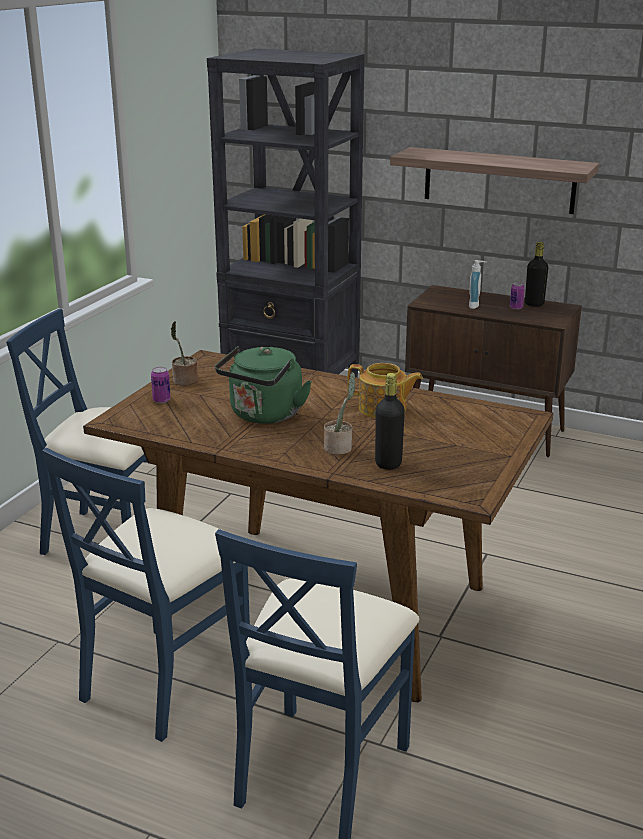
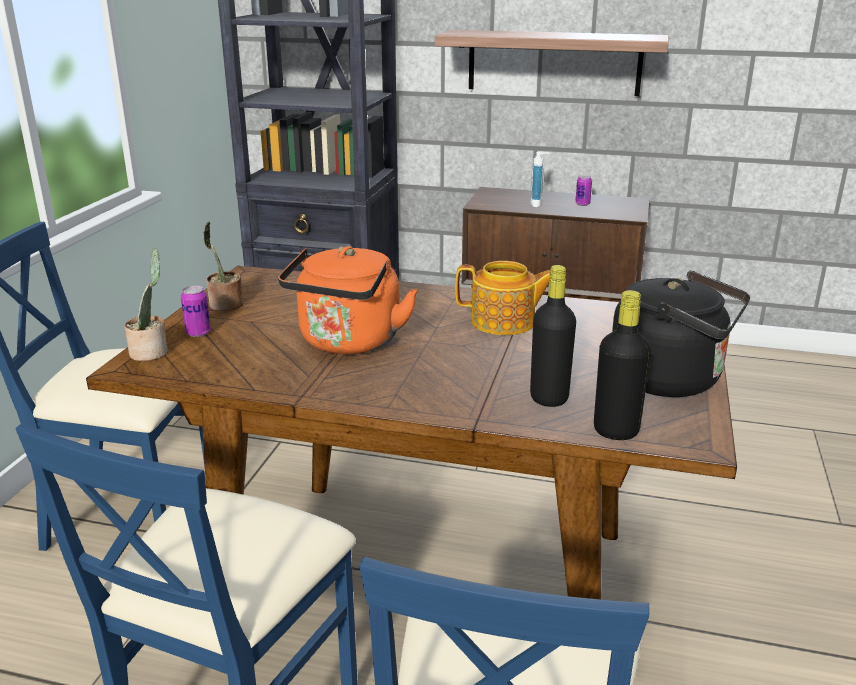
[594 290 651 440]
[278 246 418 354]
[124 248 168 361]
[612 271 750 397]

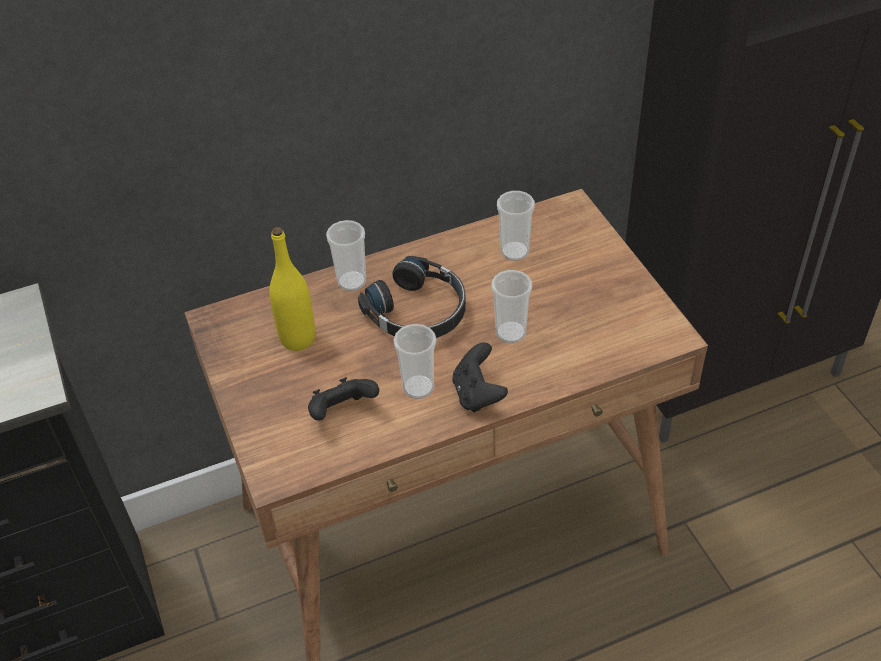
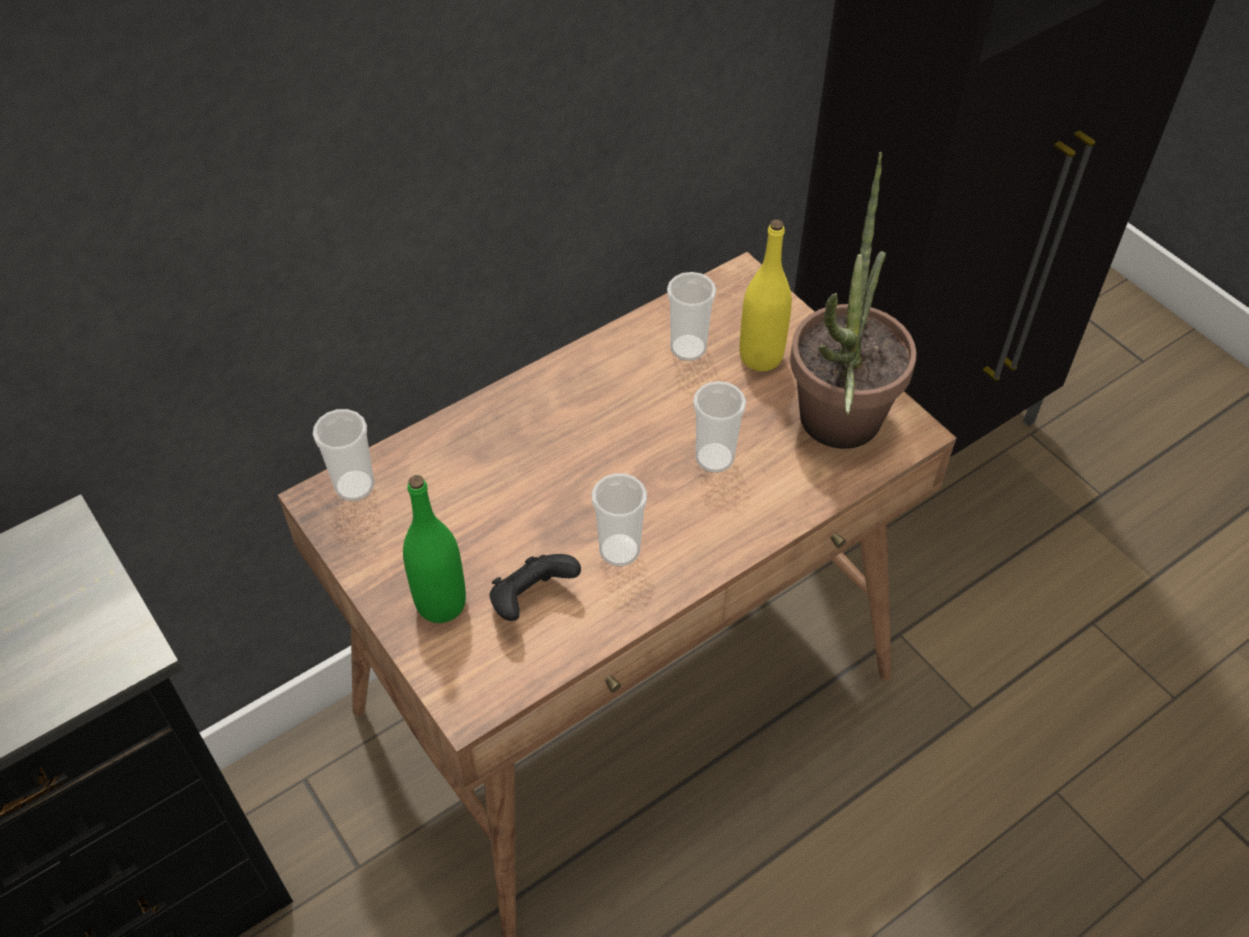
[313 409 374 501]
[740 219 792 371]
[358 256 466 338] (first image)
[452 342 508 412] (first image)
[790 152 917 449]
[403 475 466 623]

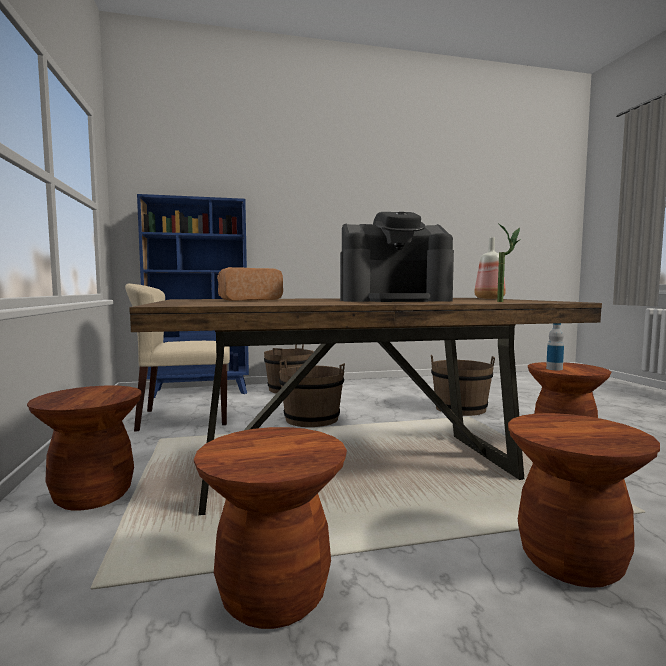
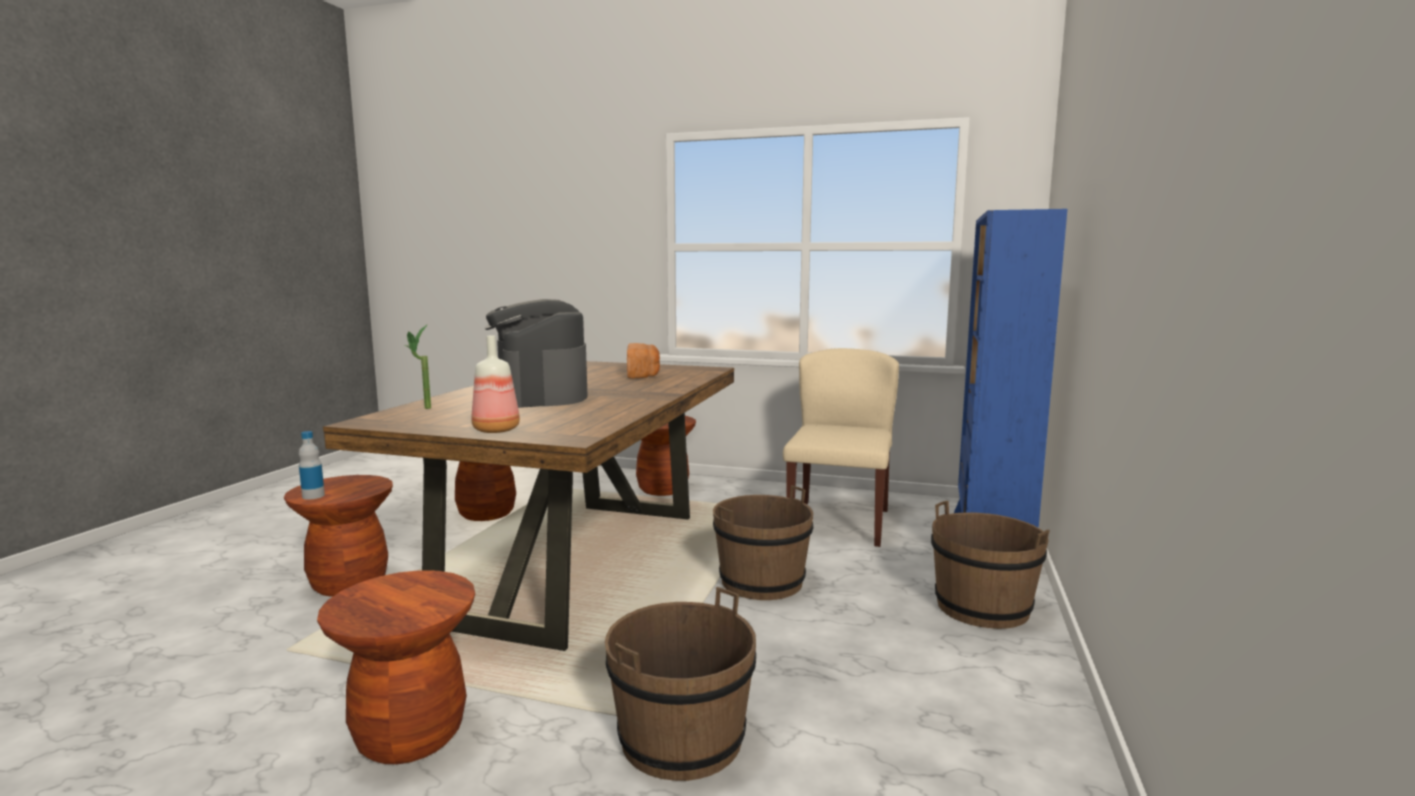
[485 299 588 408]
[299 431 325 500]

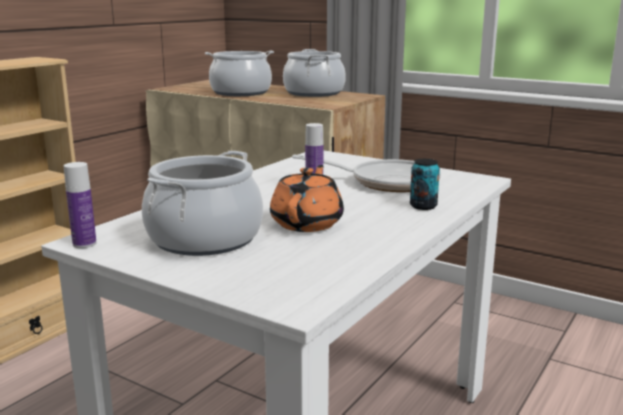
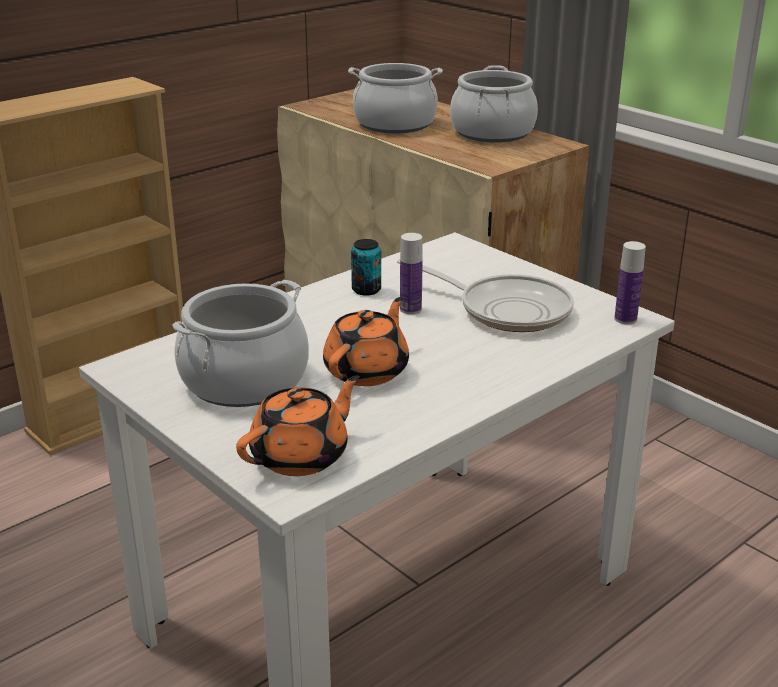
[351 239 381 296]
[614 241 646 324]
[236 375 360 476]

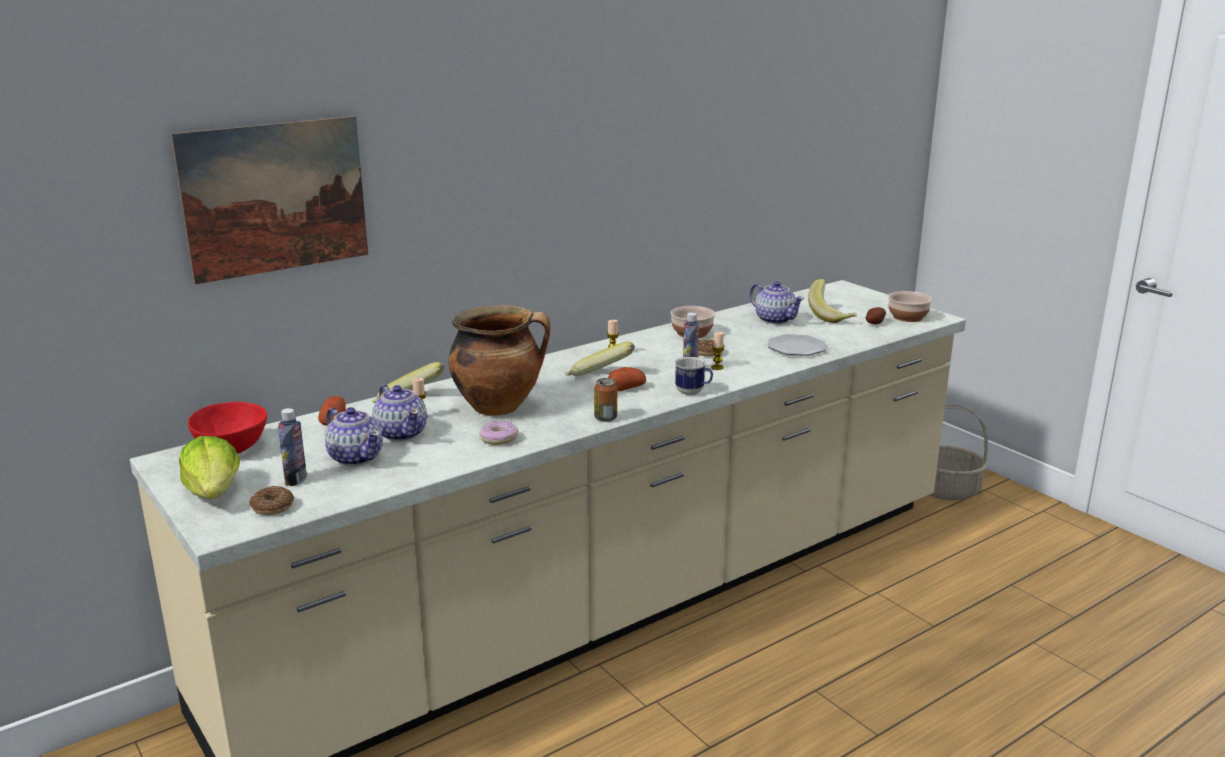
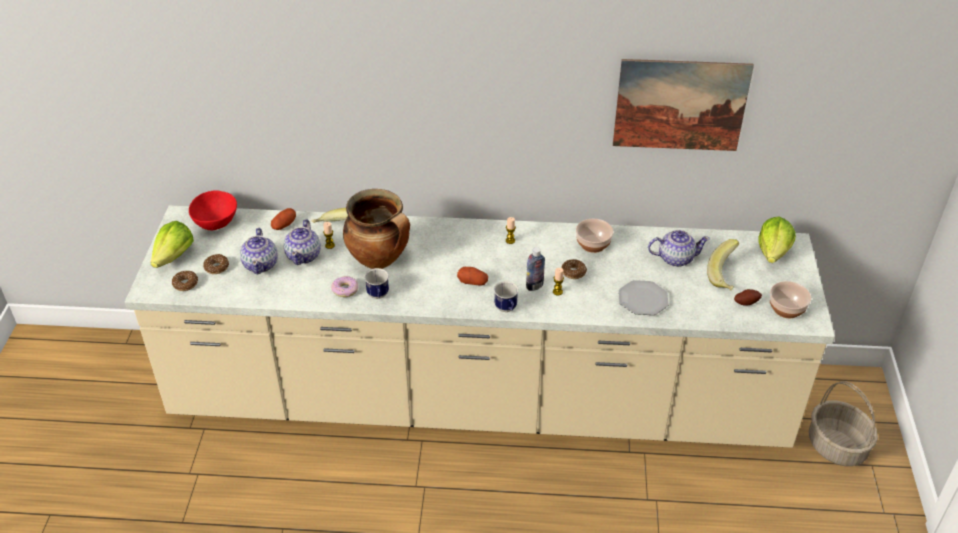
[613 59 754 151]
[648 230 710 267]
[565 342 635 376] (first image)
[594 378 618 422] (first image)
[203 254 229 274]
[758 217 796 263]
[364 268 389 299]

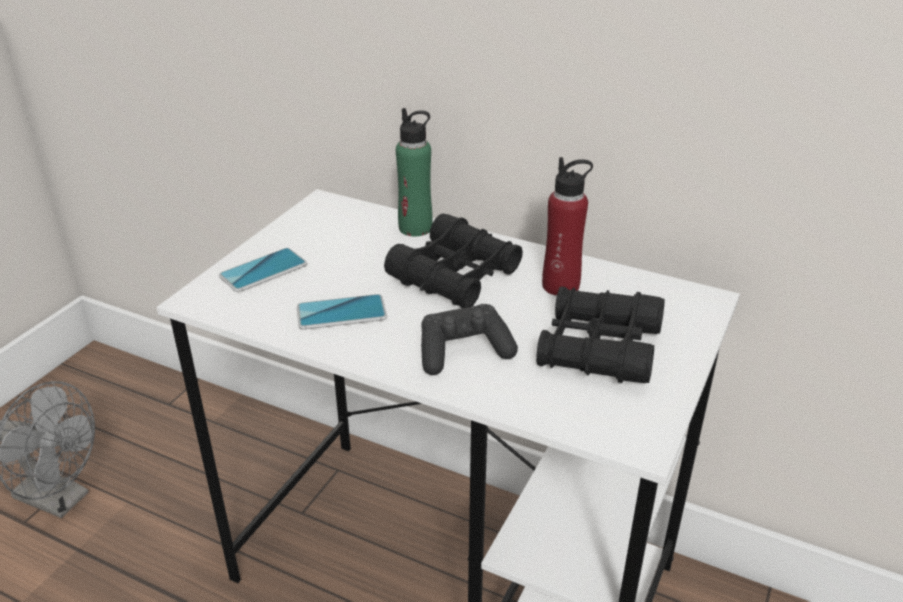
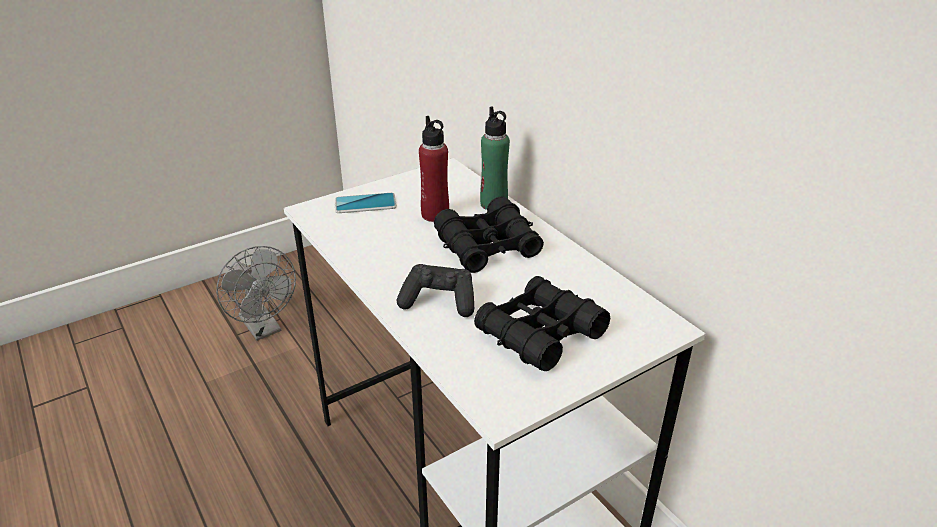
[419 116 449 222]
[297 294 387 330] (first image)

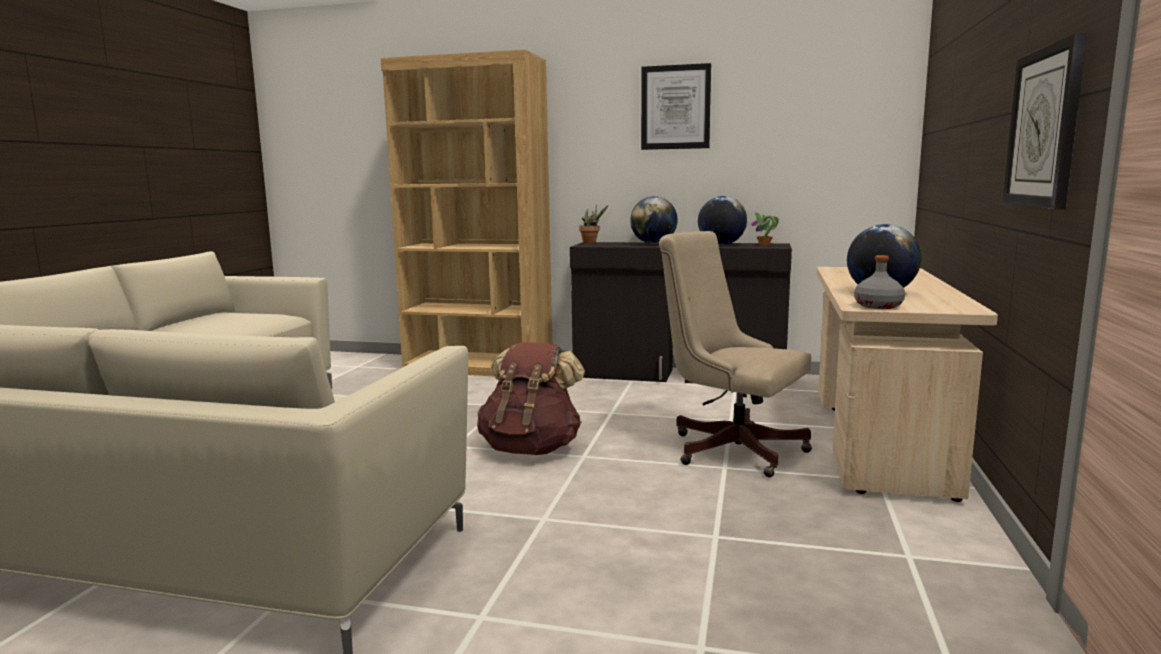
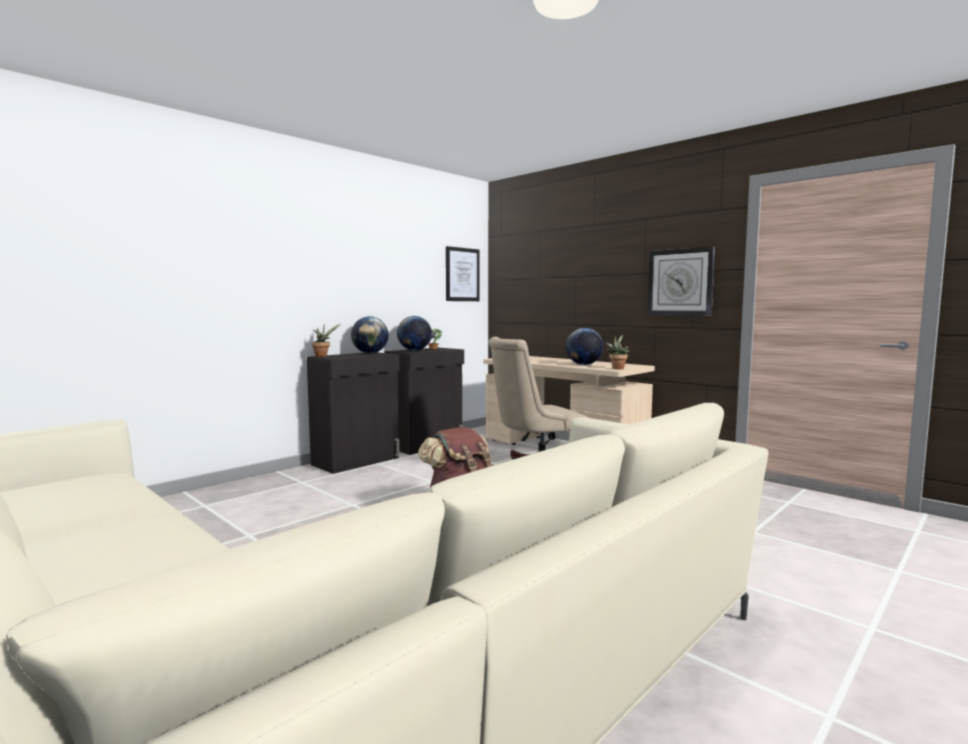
[381 49 552 376] (first image)
[446 246 480 301]
[605 335 630 370]

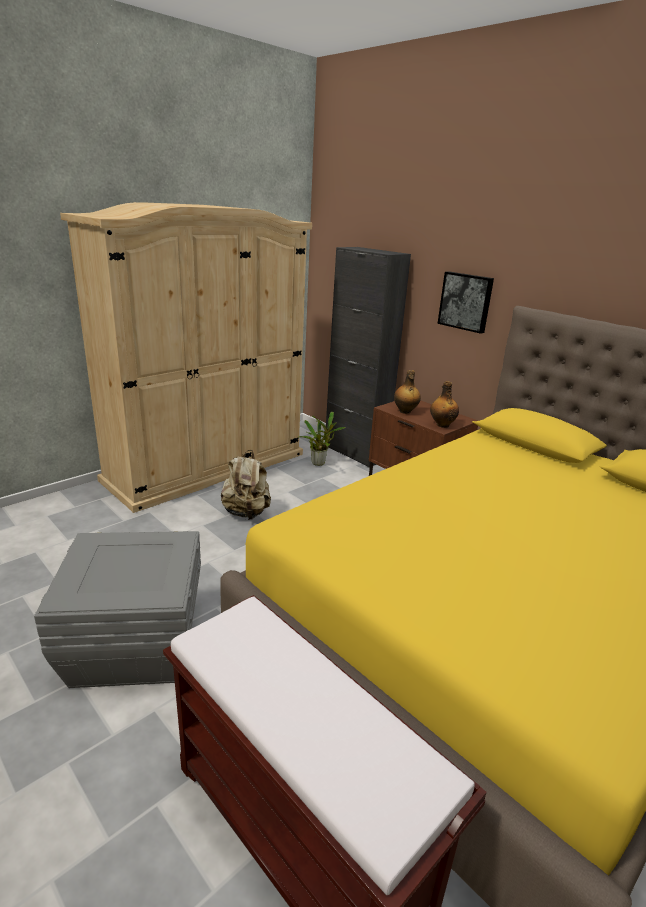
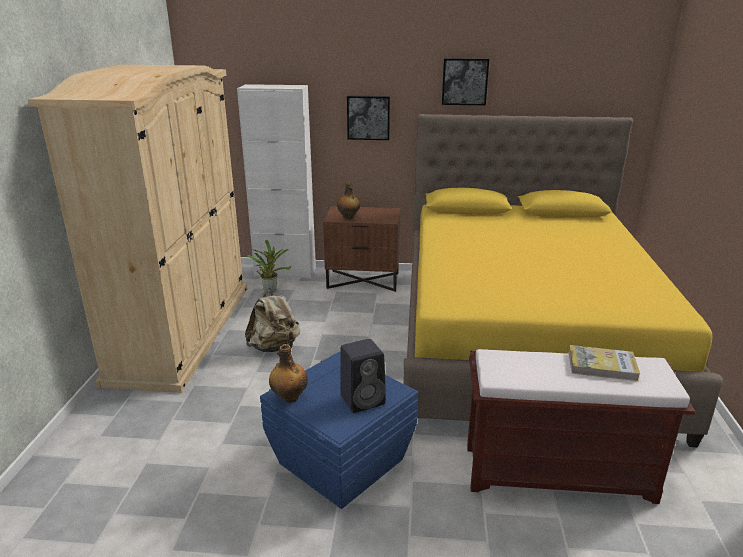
[237 84 316 278]
[269 344 308 403]
[260 352 418 509]
[442 58 489 105]
[340 339 386 413]
[569 345 640 381]

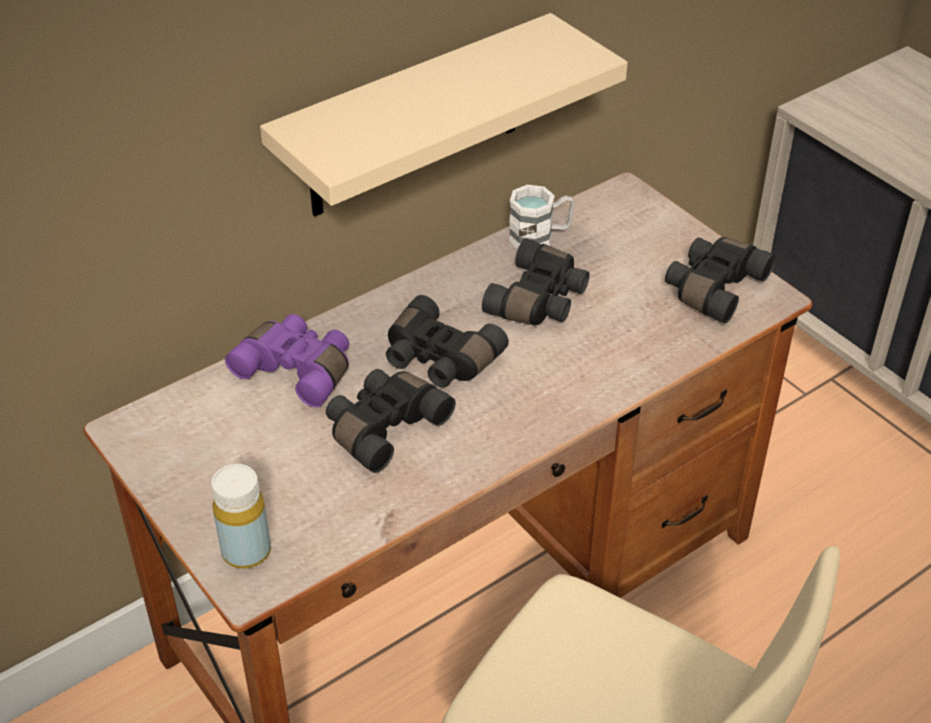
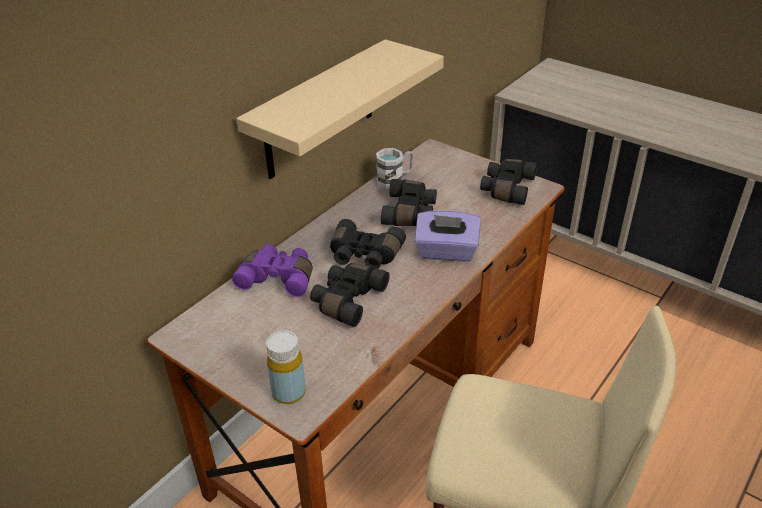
[415 210 481 262]

